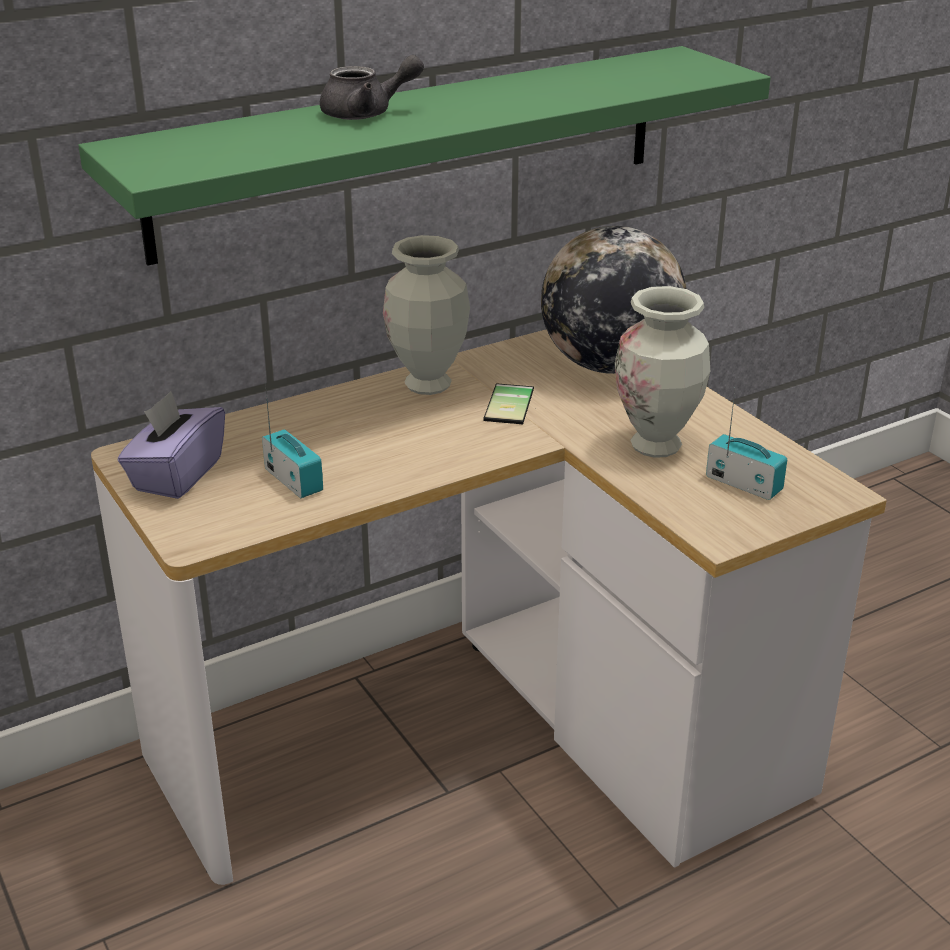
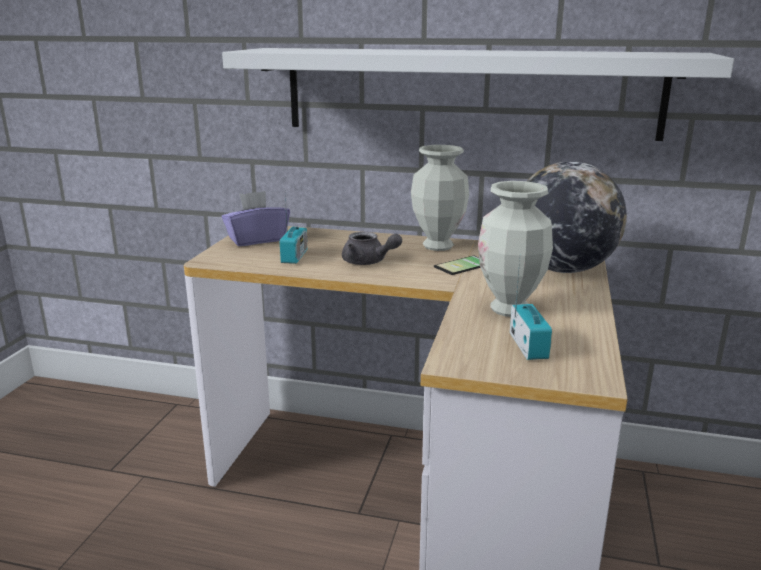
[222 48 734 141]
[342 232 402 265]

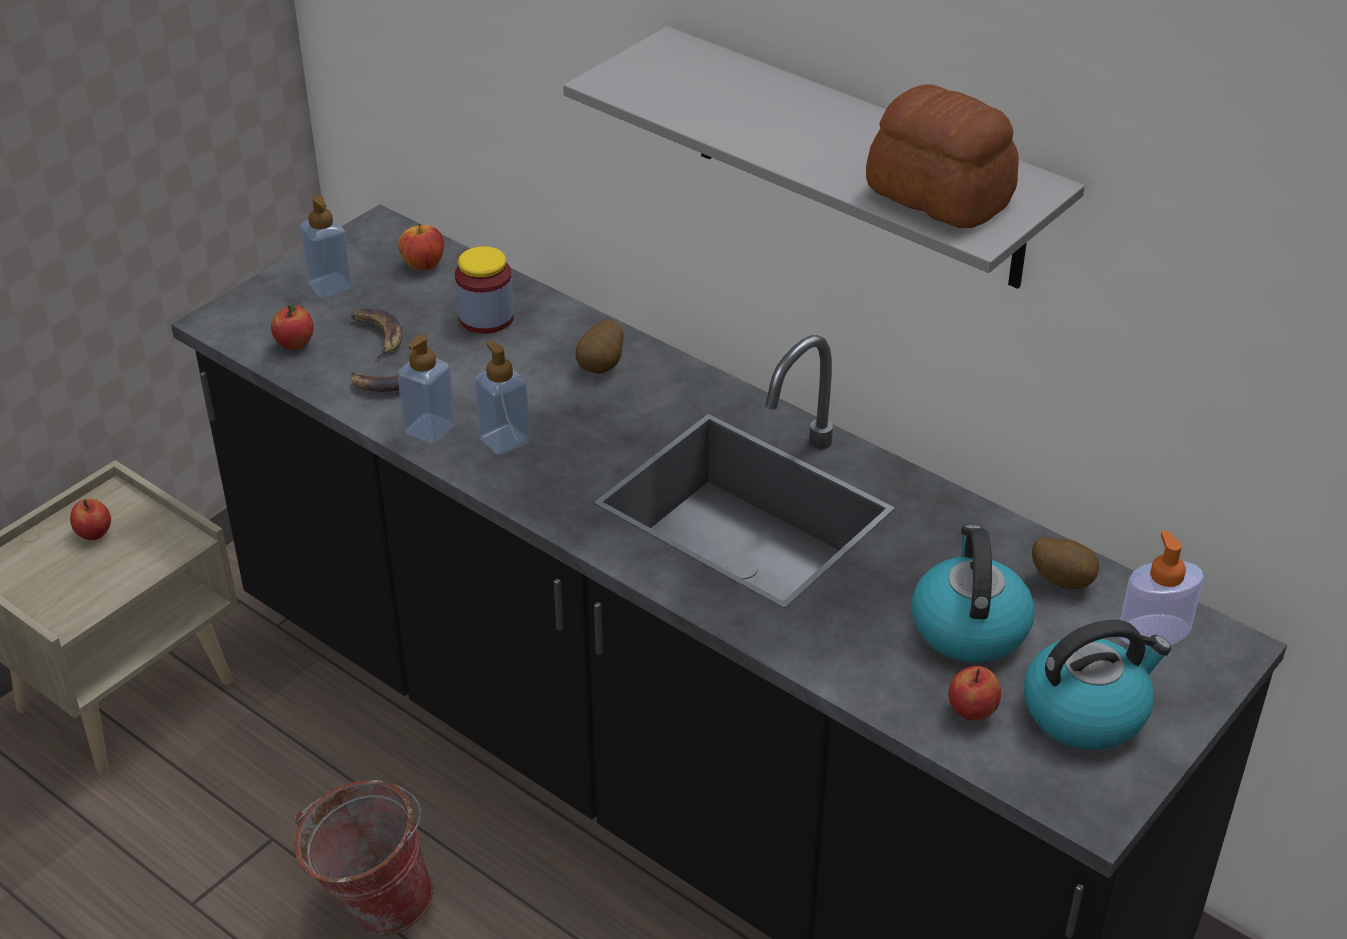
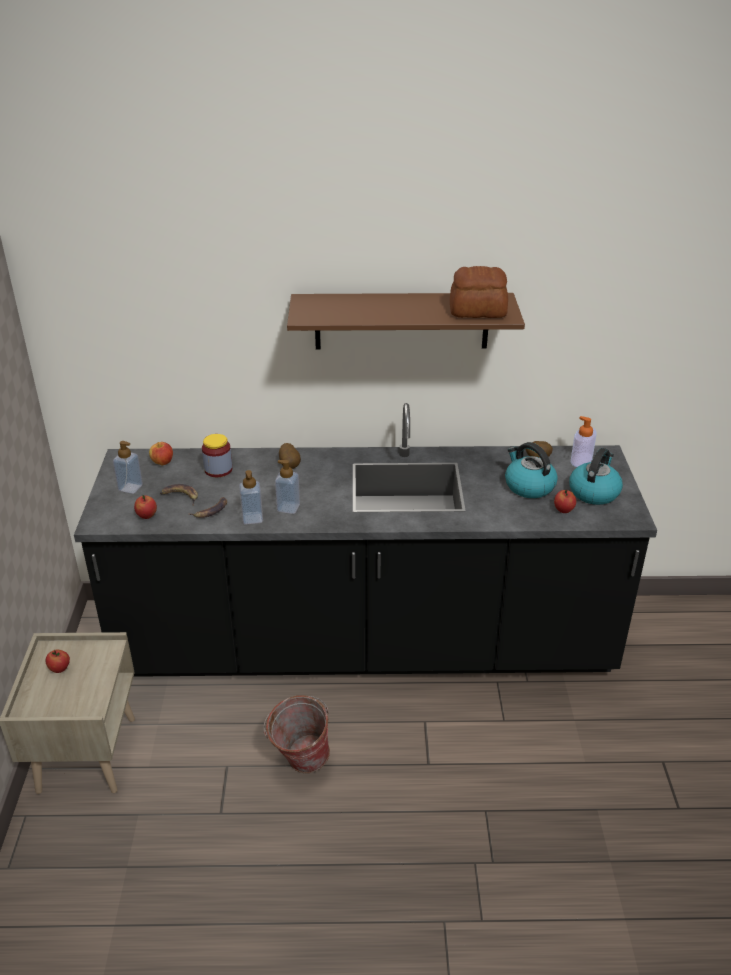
[287 293 525 350]

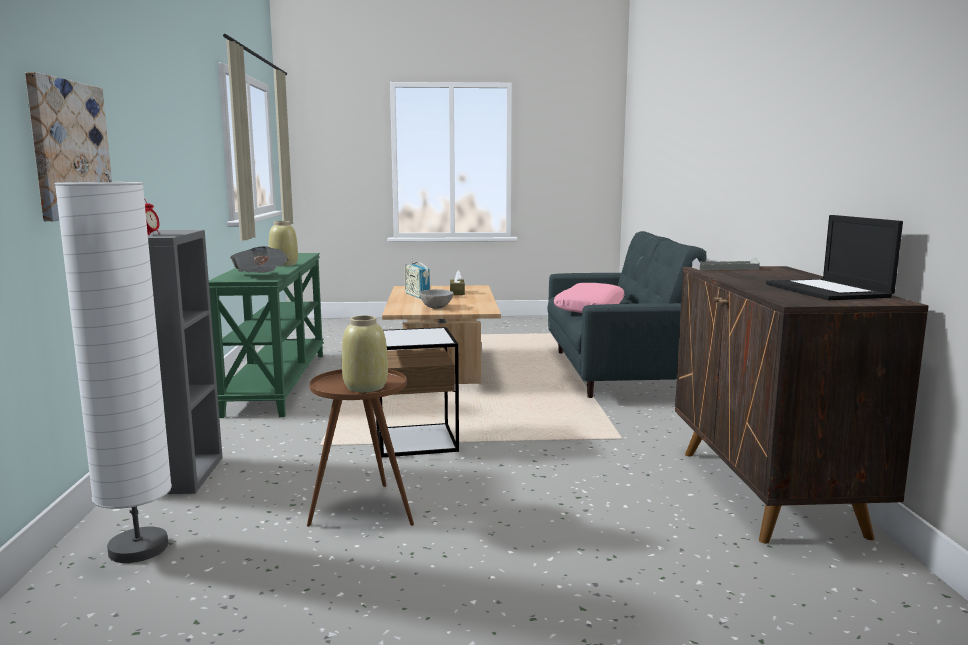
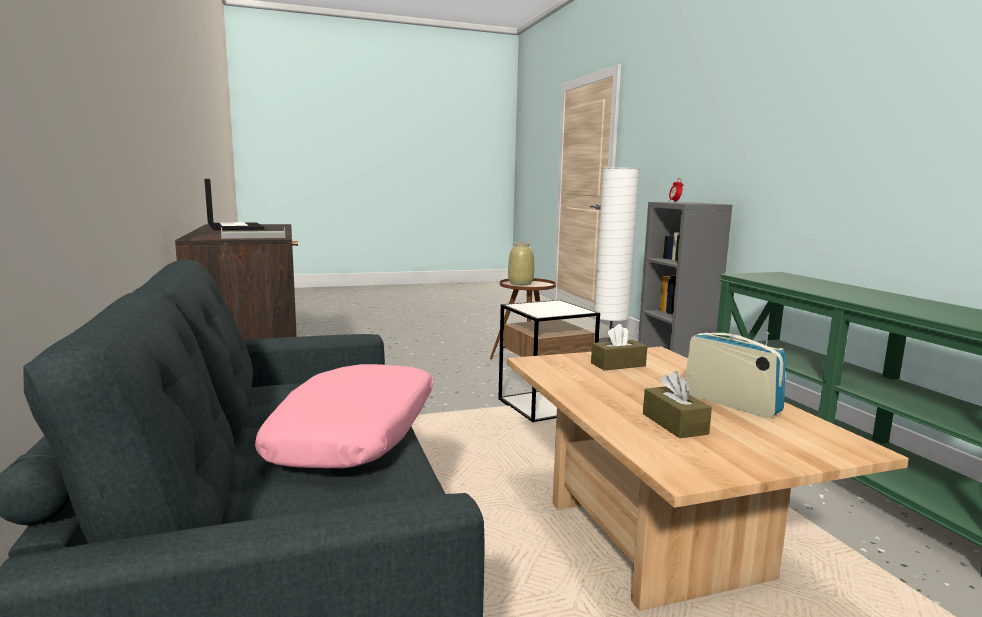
[25 72 112 221] (first image)
[269 221 298 266] (first image)
[230 246 289 273] (first image)
[591 324 647 370]

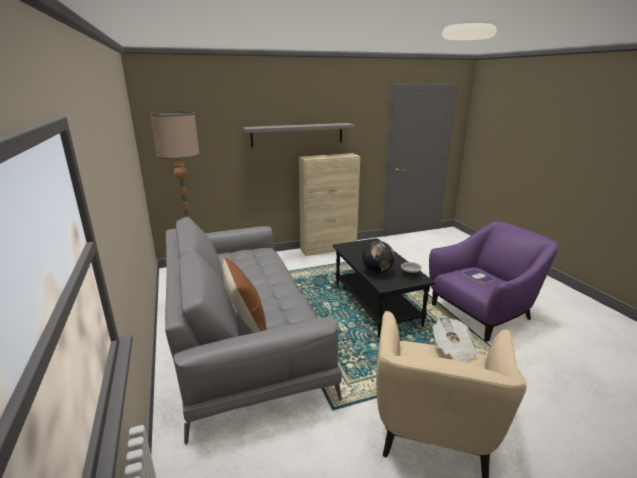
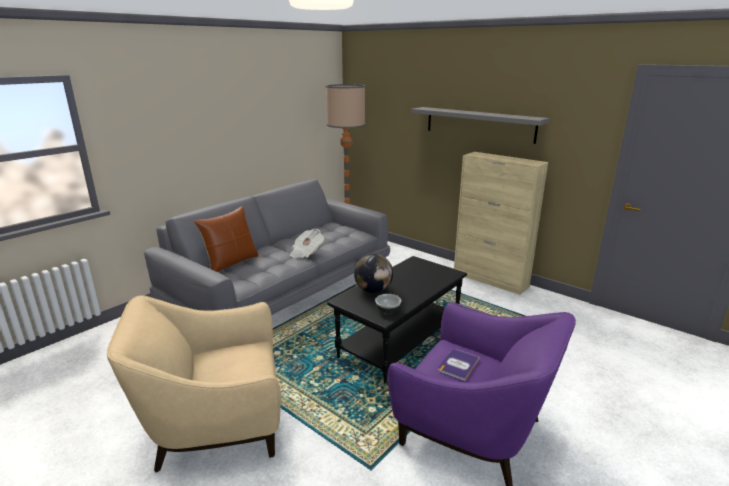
[290 229 324 258]

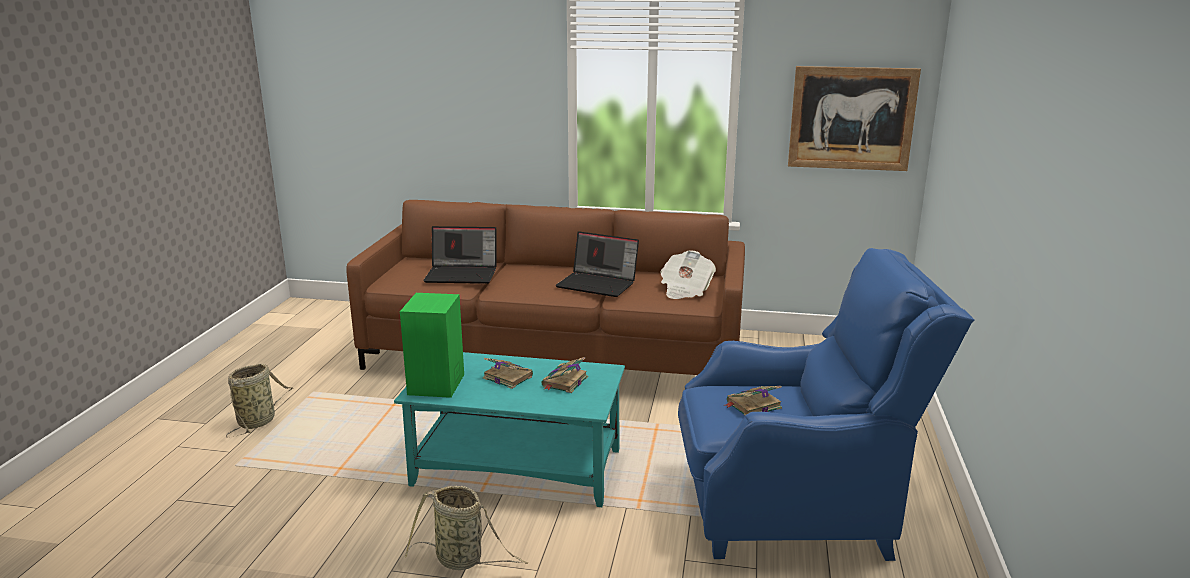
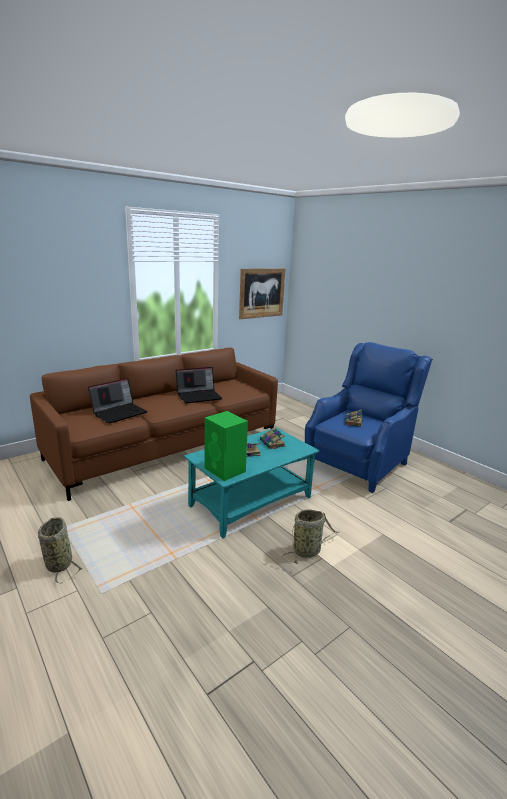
[660 250 716 299] (first image)

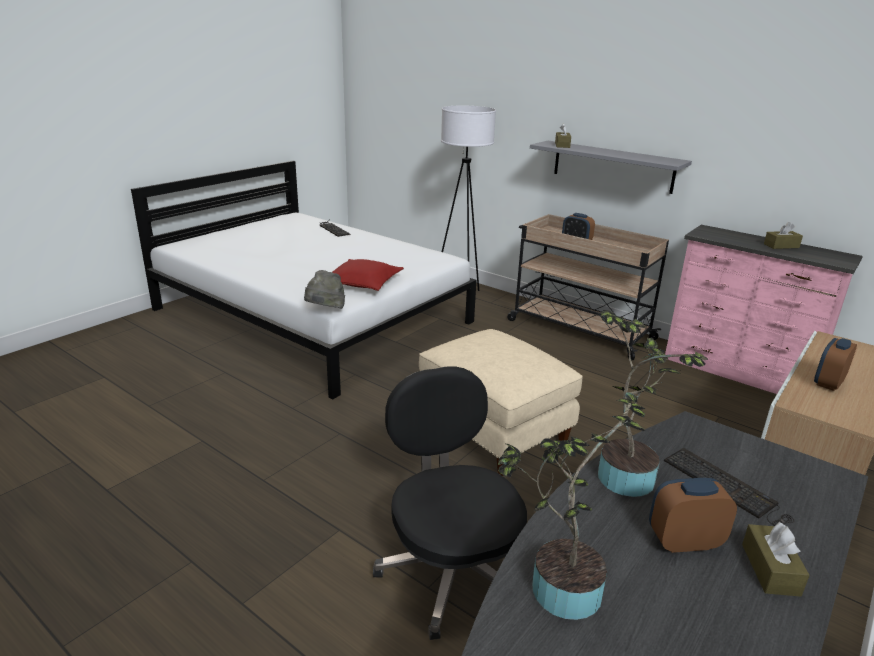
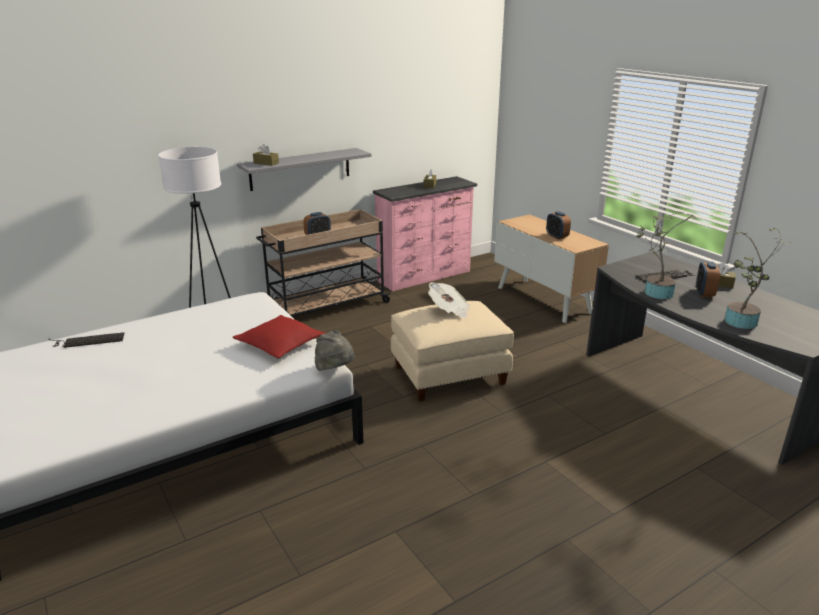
[373 367 527 640] (first image)
[428 282 470 318]

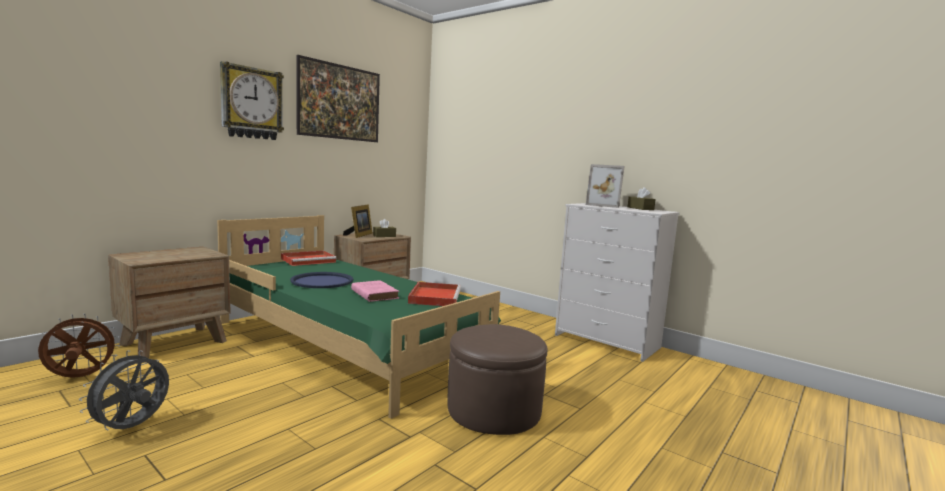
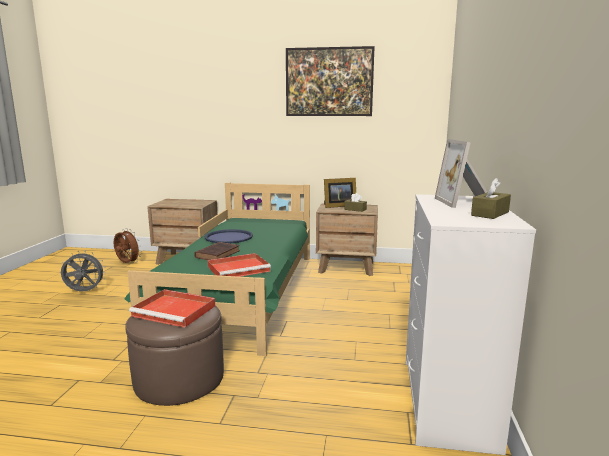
[220 61 284 140] (first image)
[129 289 215 328]
[194 242 240 260]

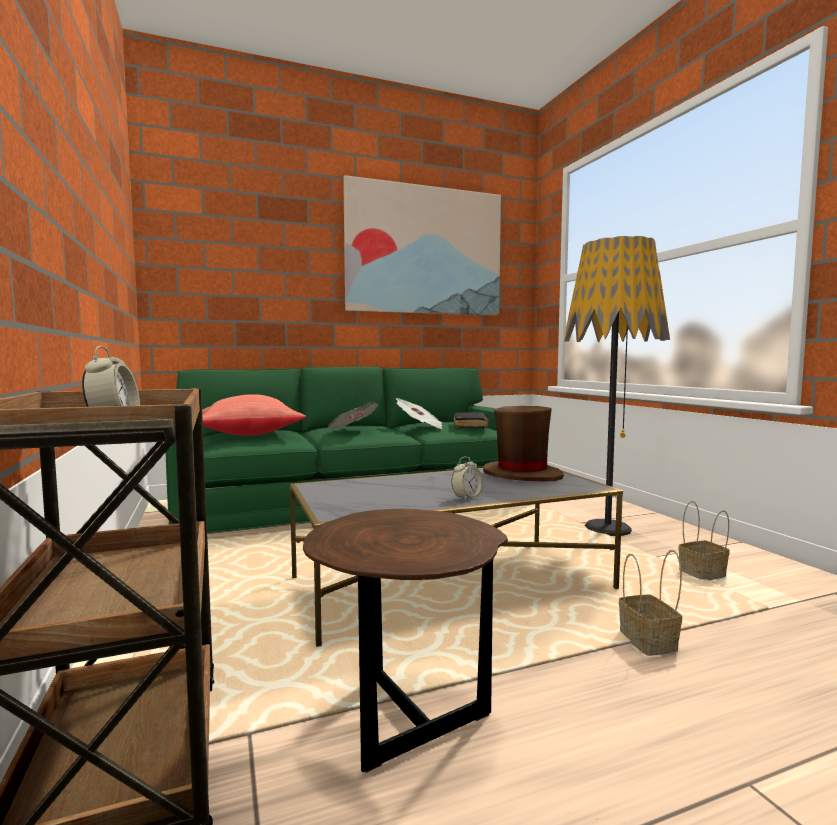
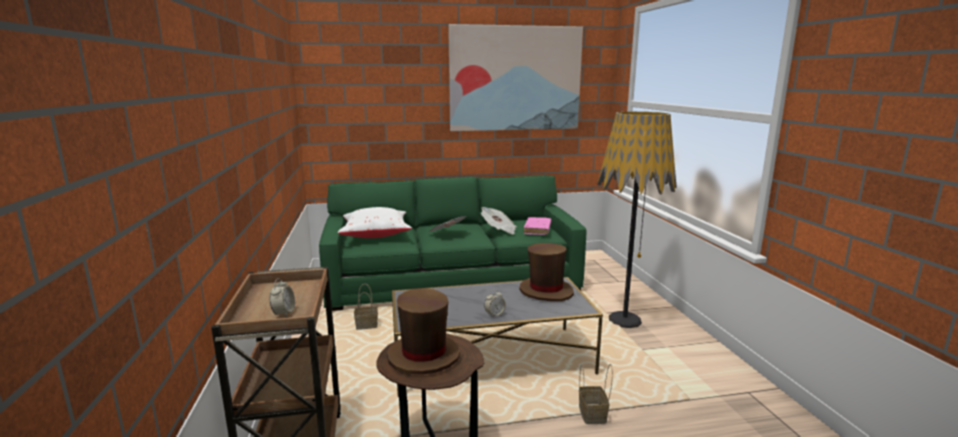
[338 207 412 238]
[524 217 551 235]
[354 284 378 330]
[387 288 460 375]

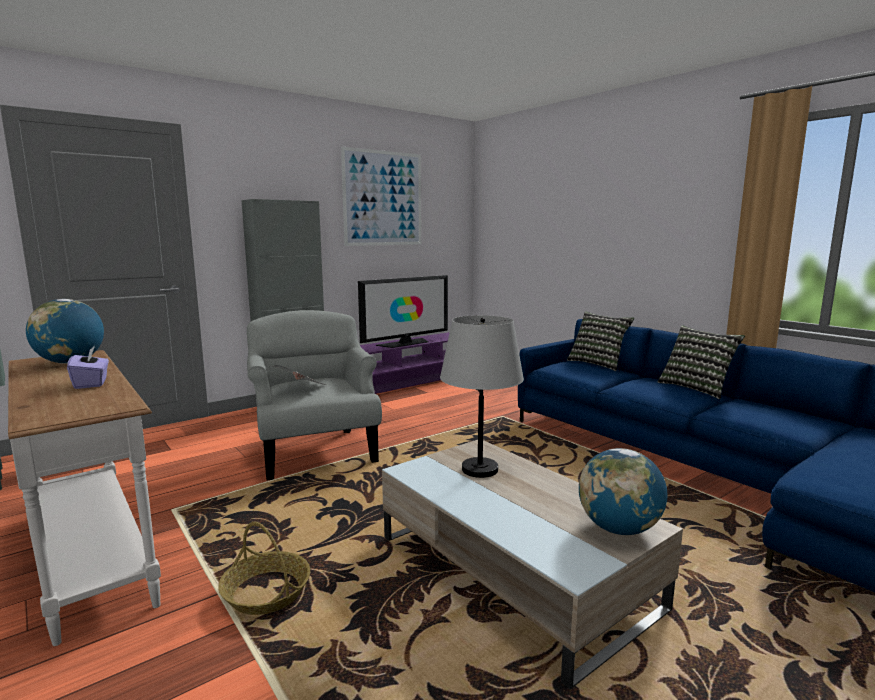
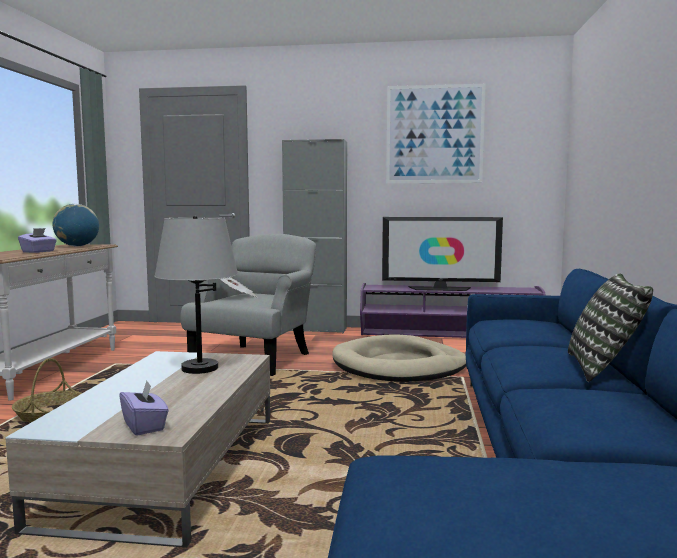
[567 311 634 371] (first image)
[119 381 169 436]
[332 334 466 382]

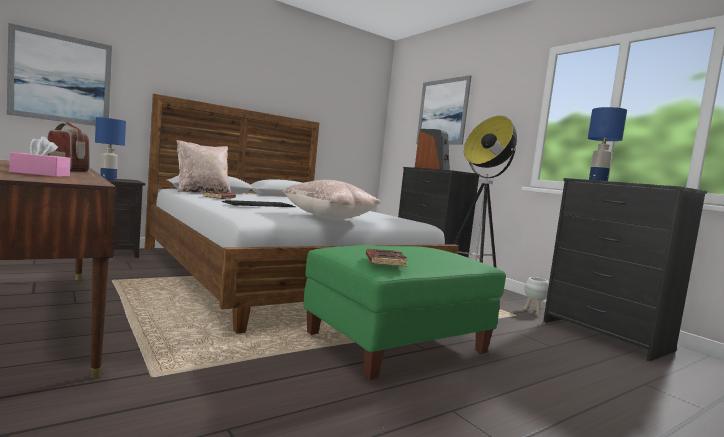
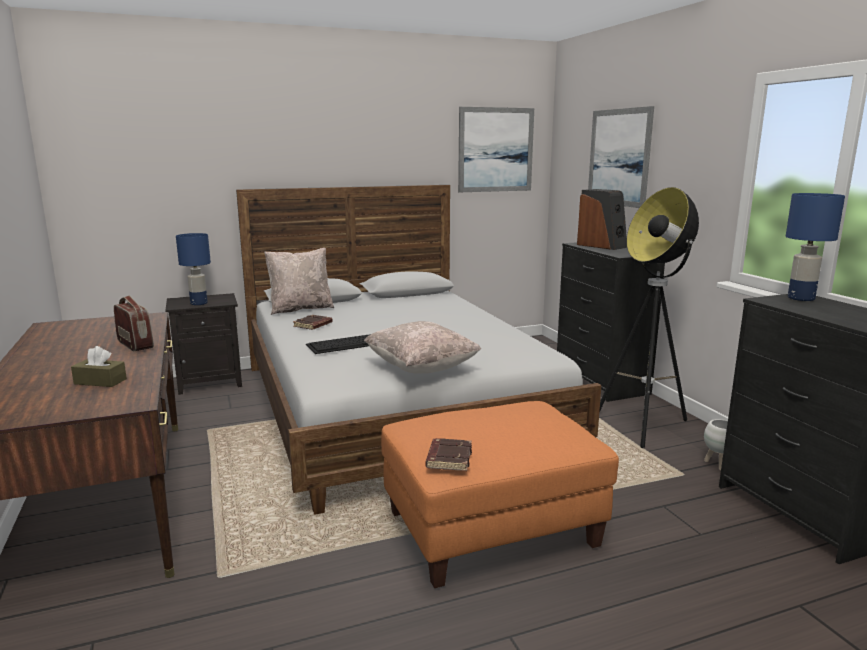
[458 107 534 192]
[71 346 127 387]
[381 401 619 588]

